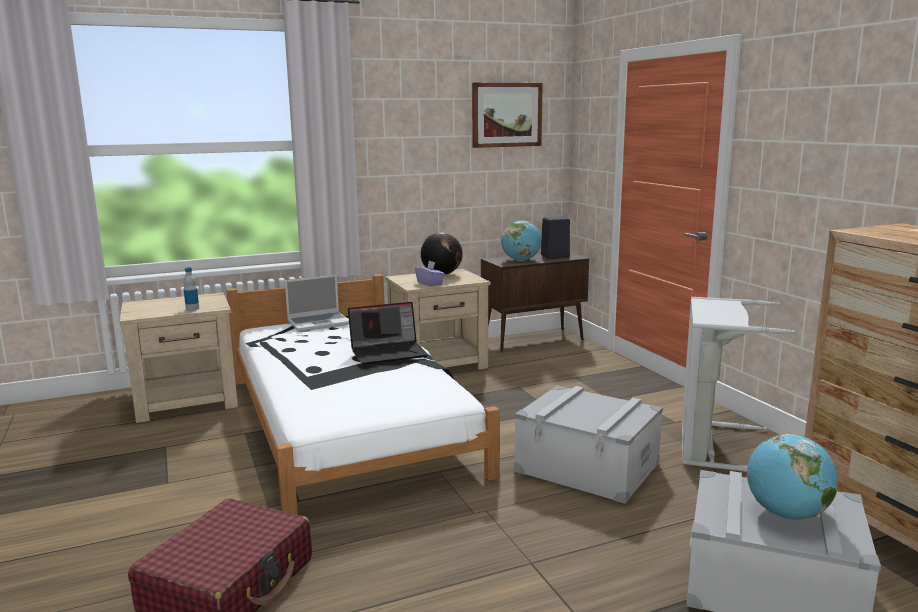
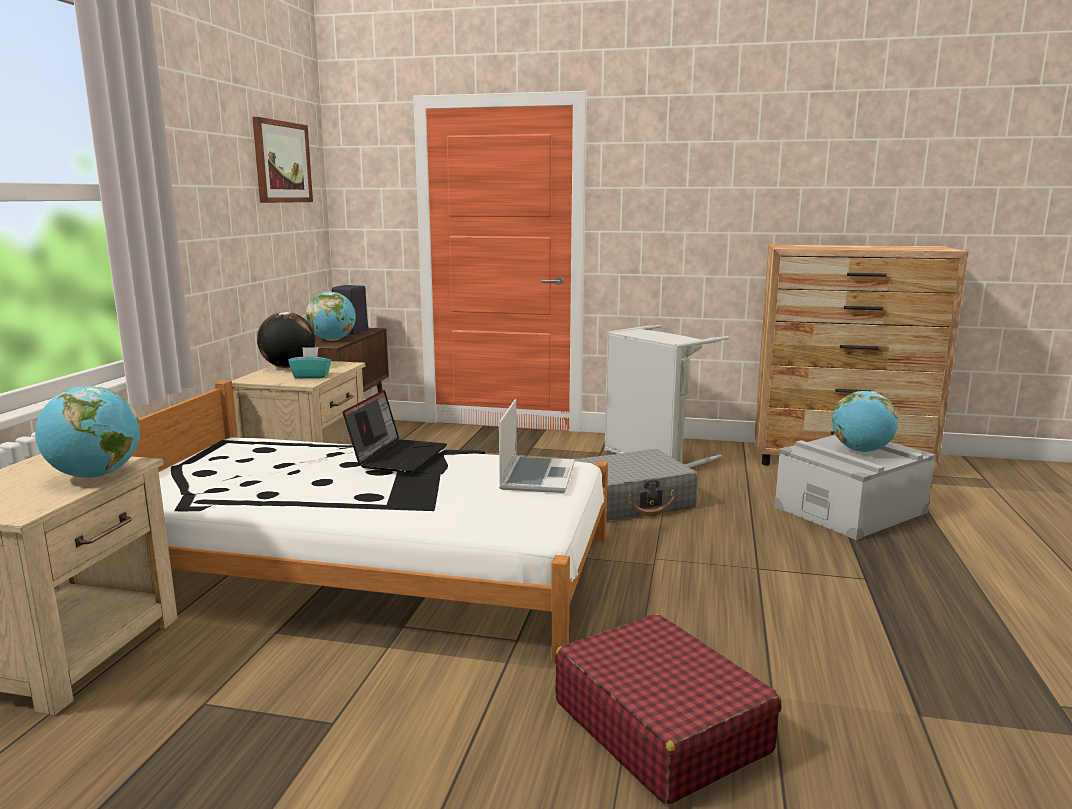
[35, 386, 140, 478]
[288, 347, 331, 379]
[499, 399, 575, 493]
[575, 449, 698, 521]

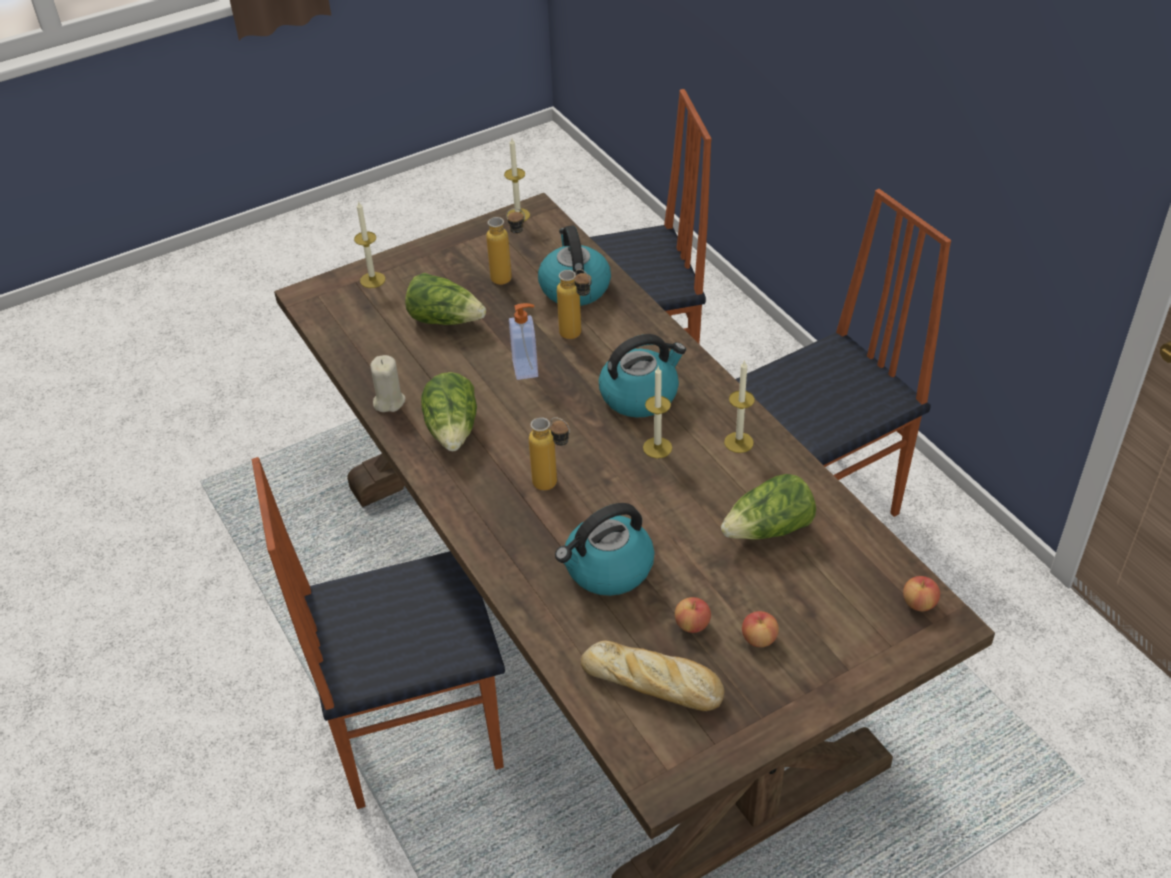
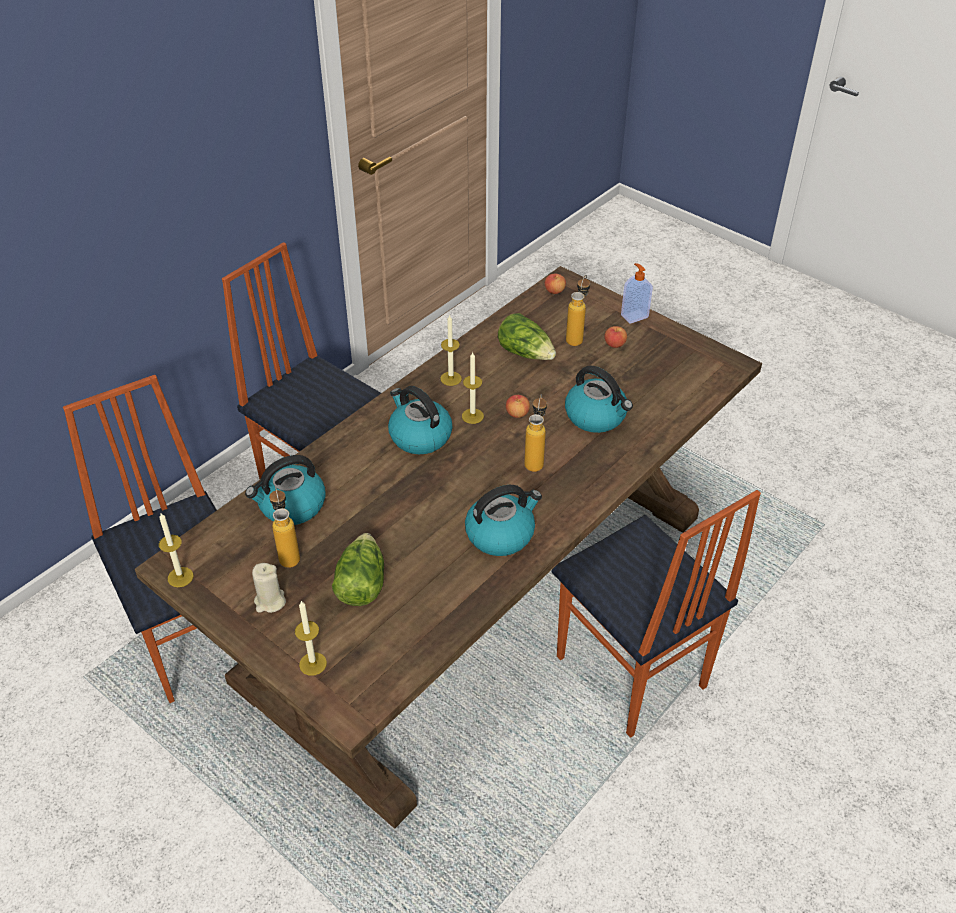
[252, 563, 286, 613]
[465, 485, 542, 556]
[506, 395, 530, 418]
[566, 275, 590, 346]
[621, 263, 653, 324]
[581, 640, 725, 711] (first image)

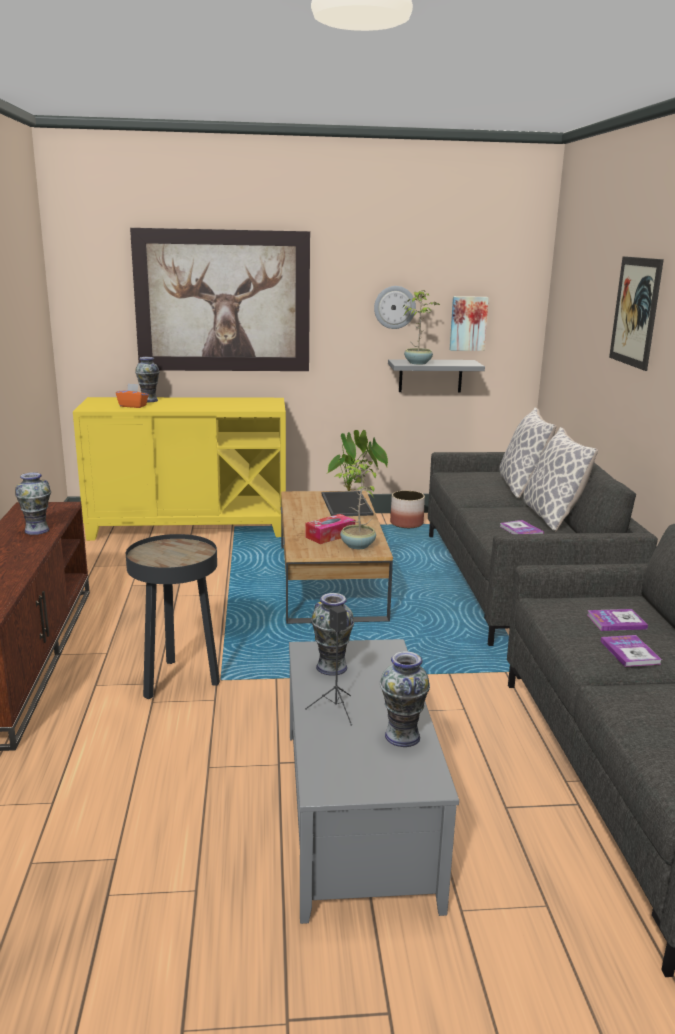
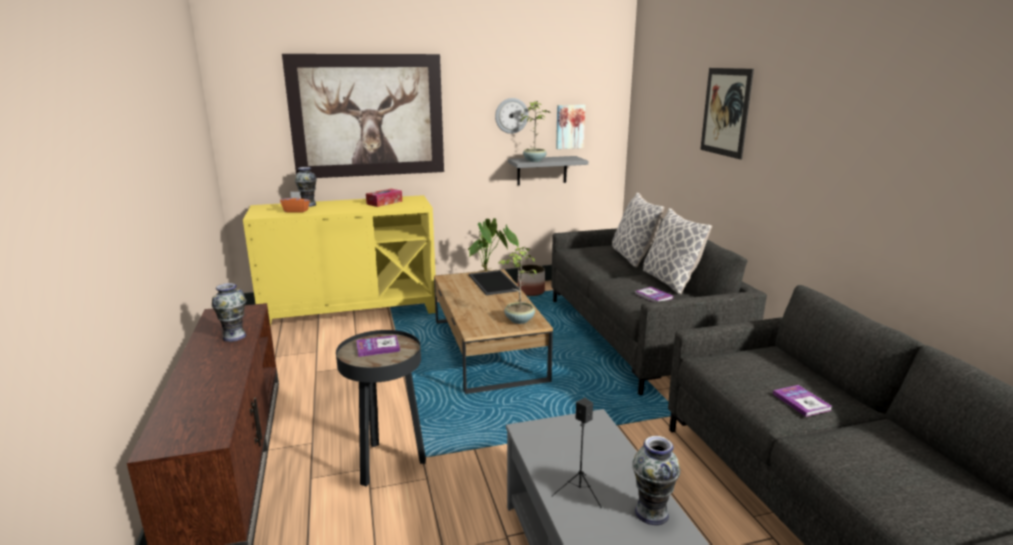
[356, 335, 400, 357]
[366, 189, 402, 207]
[311, 593, 354, 676] (first image)

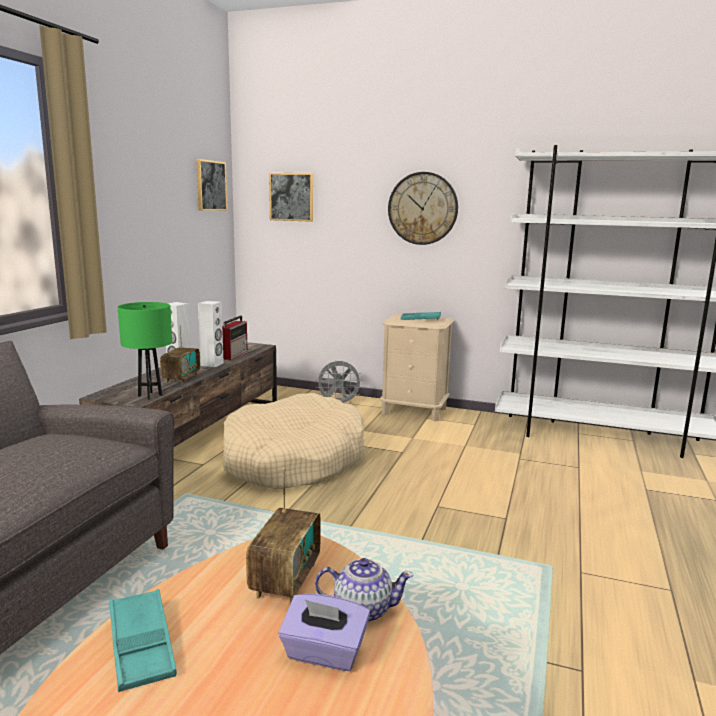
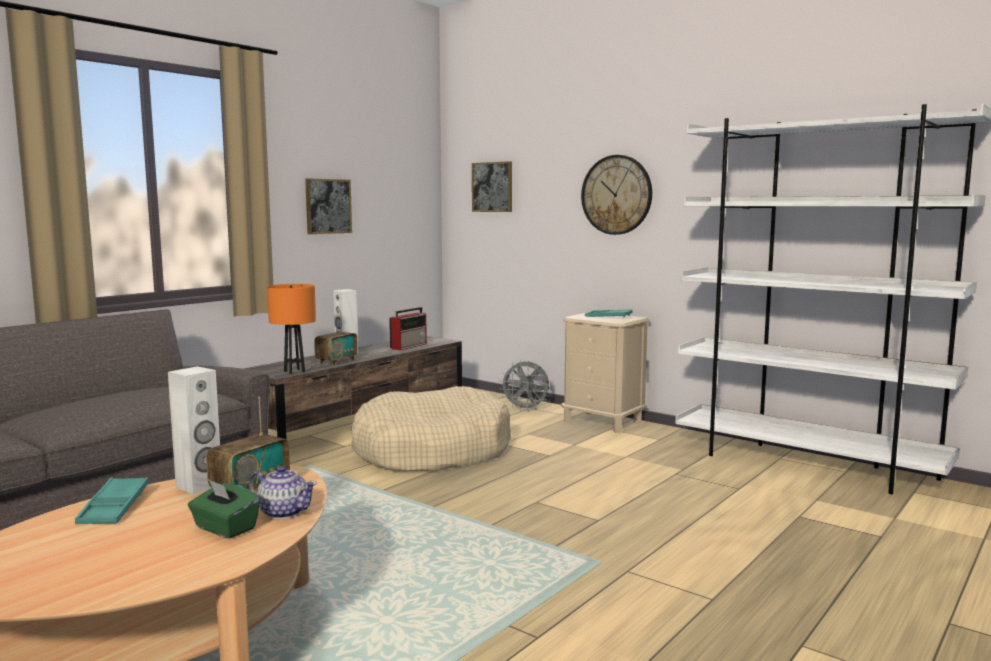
[168, 366, 220, 494]
[188, 480, 260, 539]
[267, 284, 316, 374]
[305, 178, 352, 234]

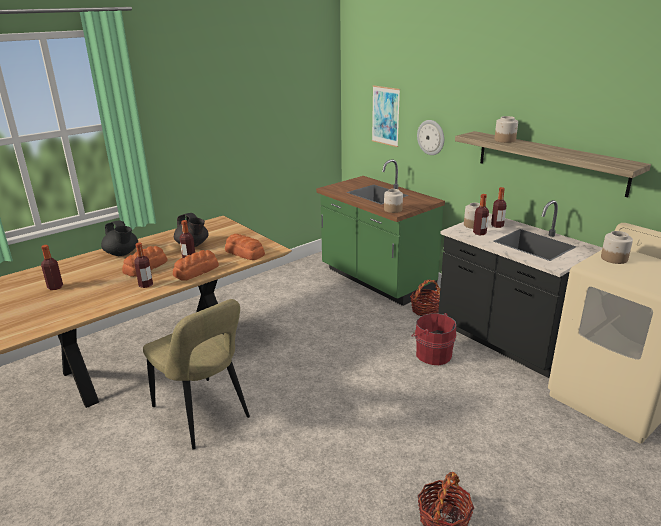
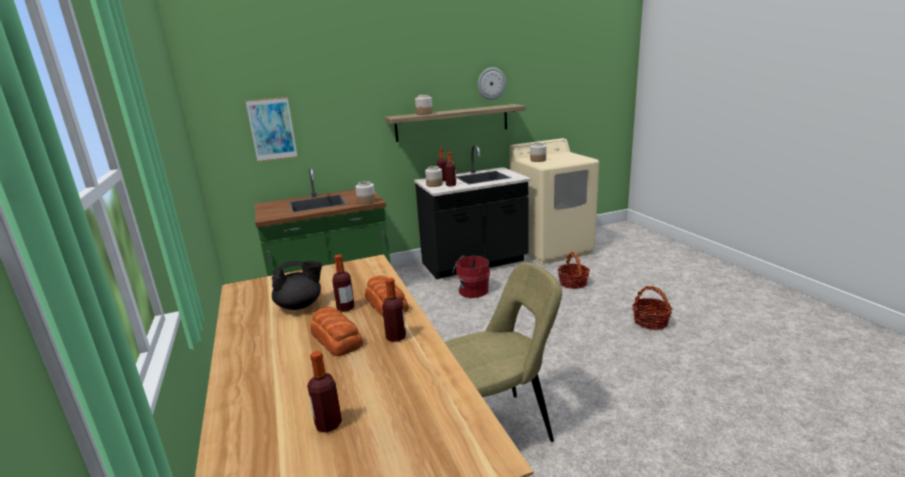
[478, 67, 506, 100]
[557, 252, 590, 289]
[101, 220, 138, 256] (first image)
[225, 234, 265, 260] (first image)

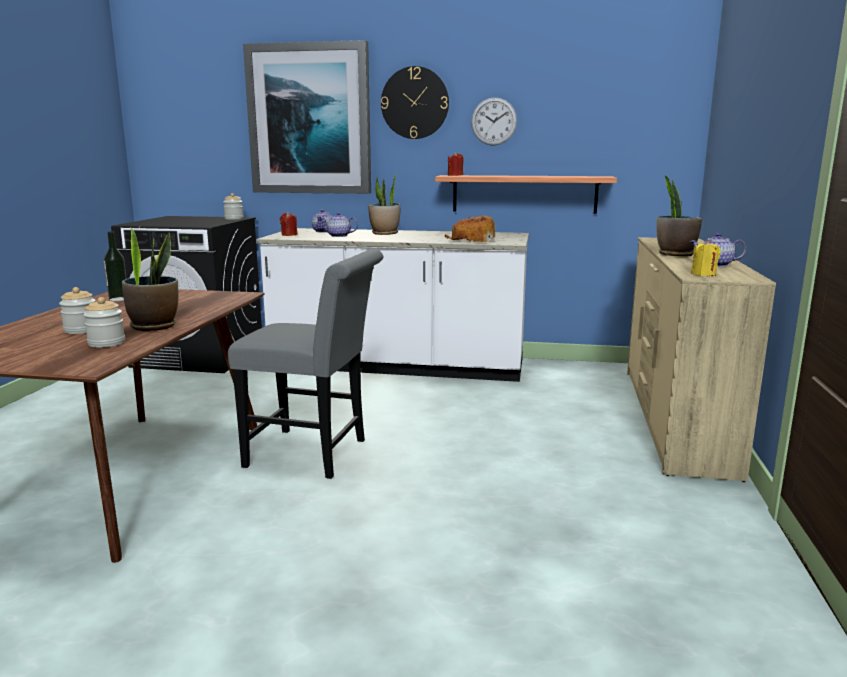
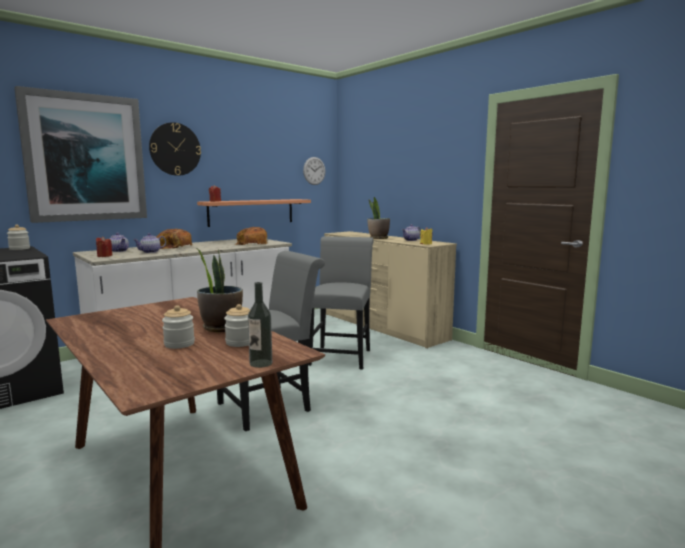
[156, 229, 193, 249]
[248, 282, 272, 368]
[303, 157, 326, 185]
[308, 236, 373, 370]

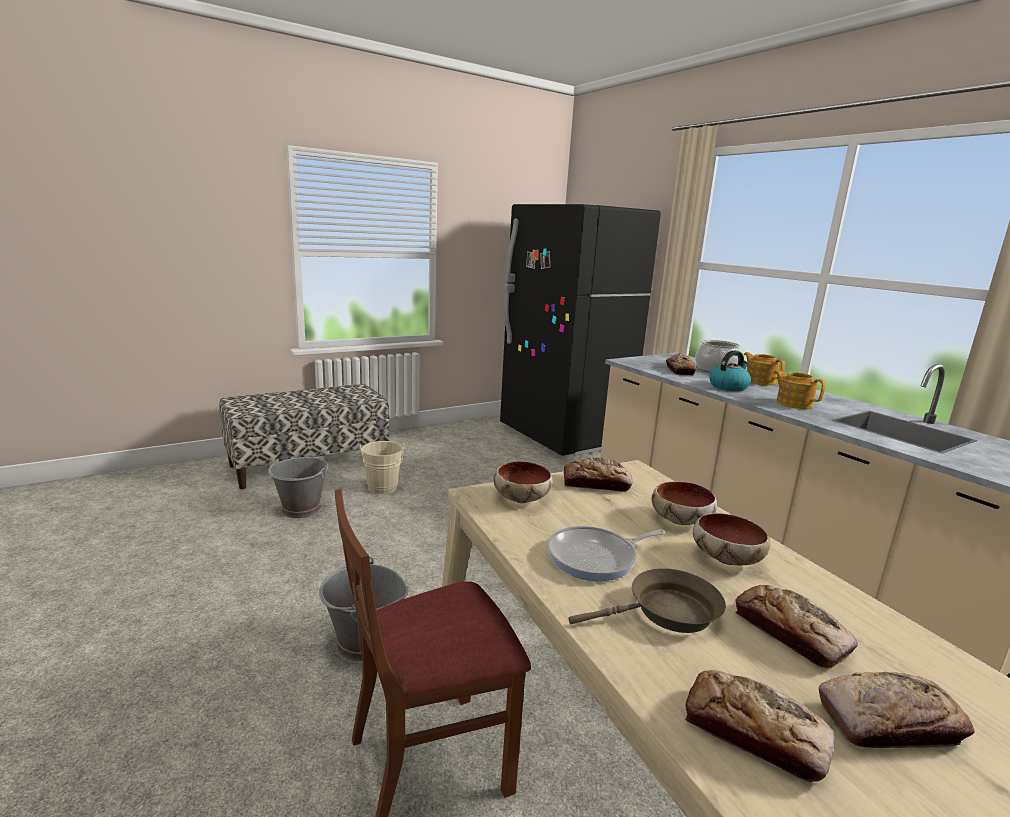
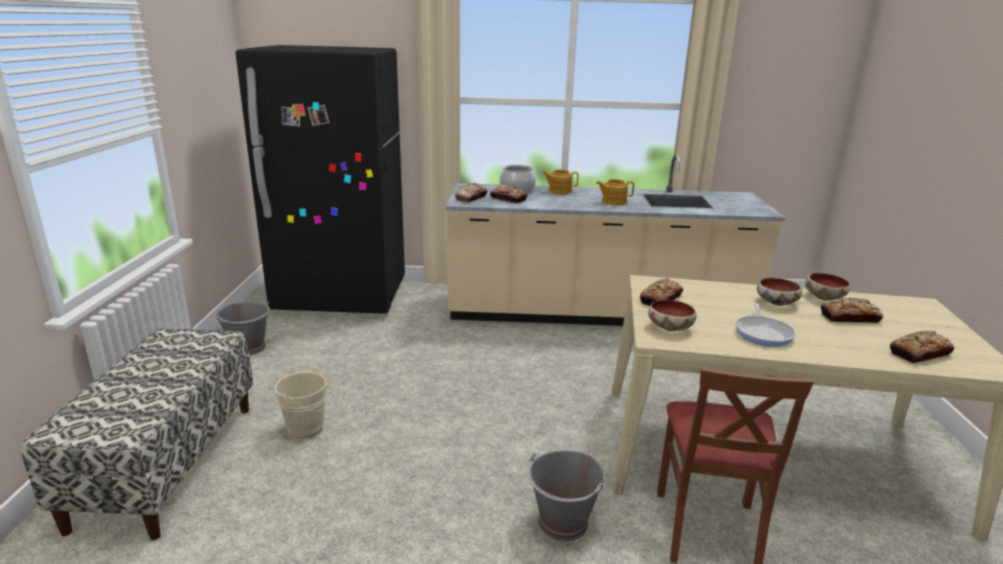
[216, 300, 270, 356]
[455, 183, 488, 202]
[805, 273, 850, 301]
[569, 568, 726, 633] (first image)
[709, 350, 751, 391] (first image)

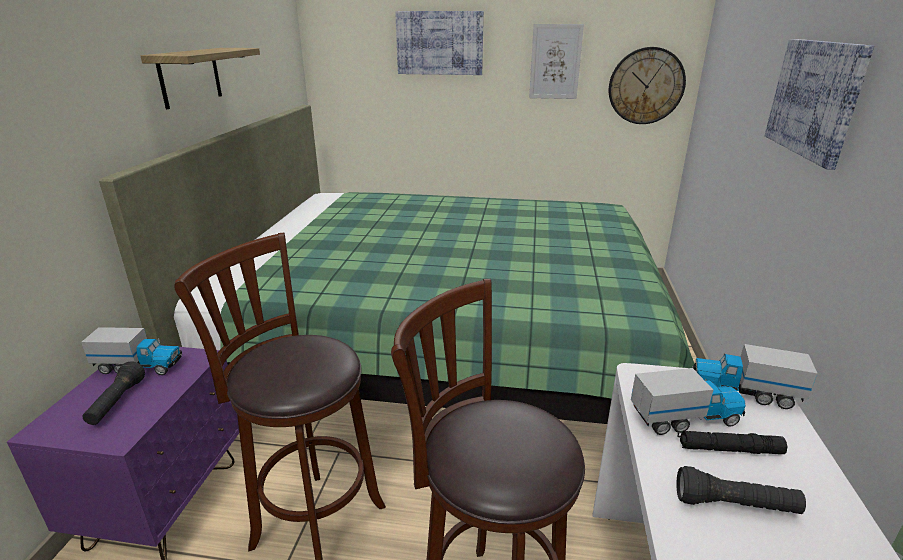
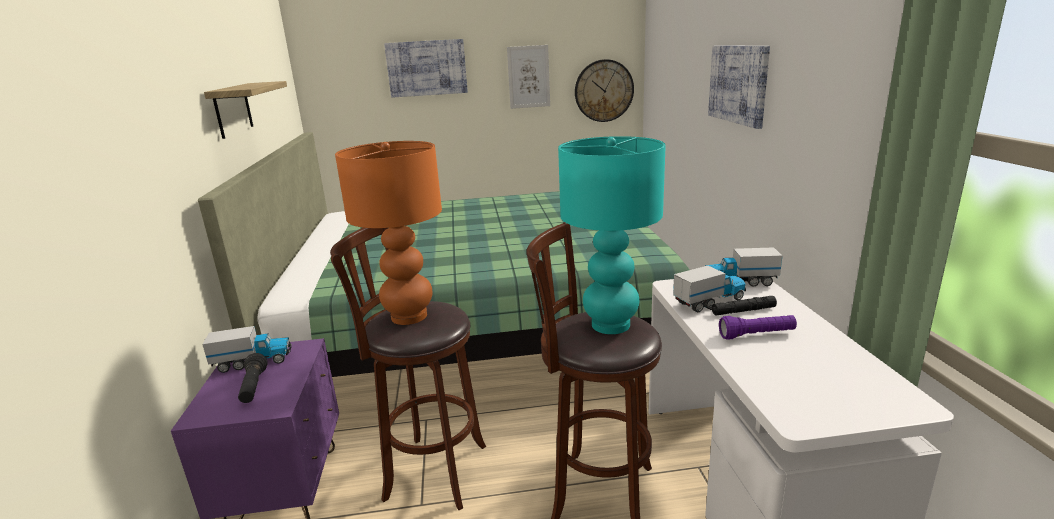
[335, 141, 442, 325]
[558, 136, 666, 334]
[719, 315, 797, 340]

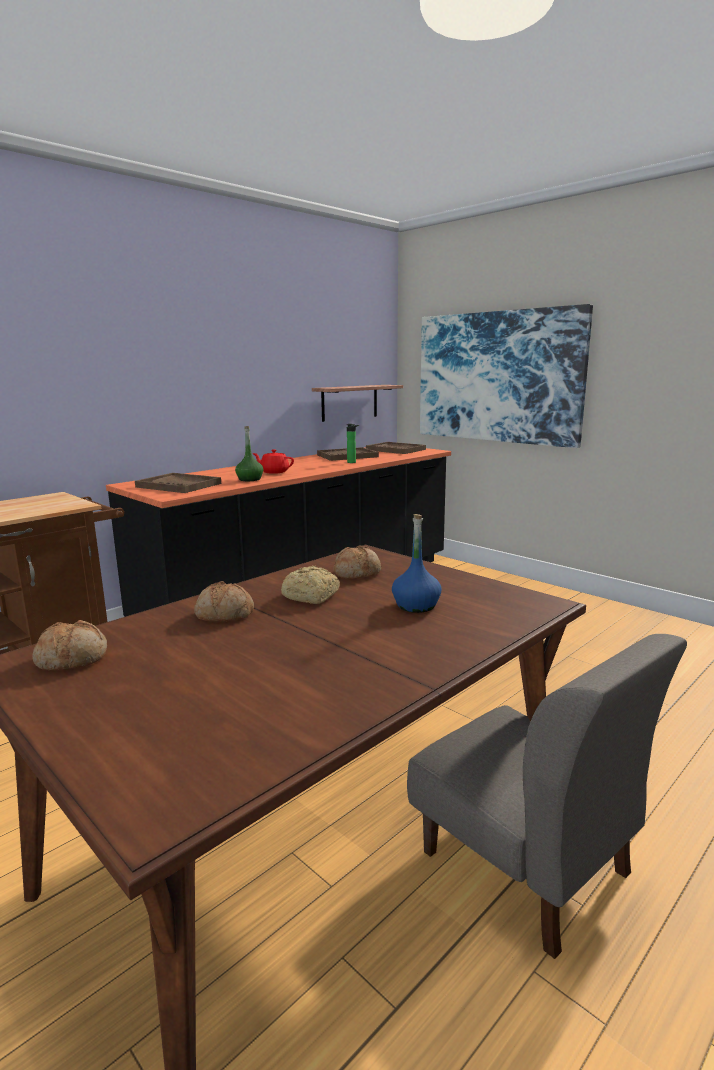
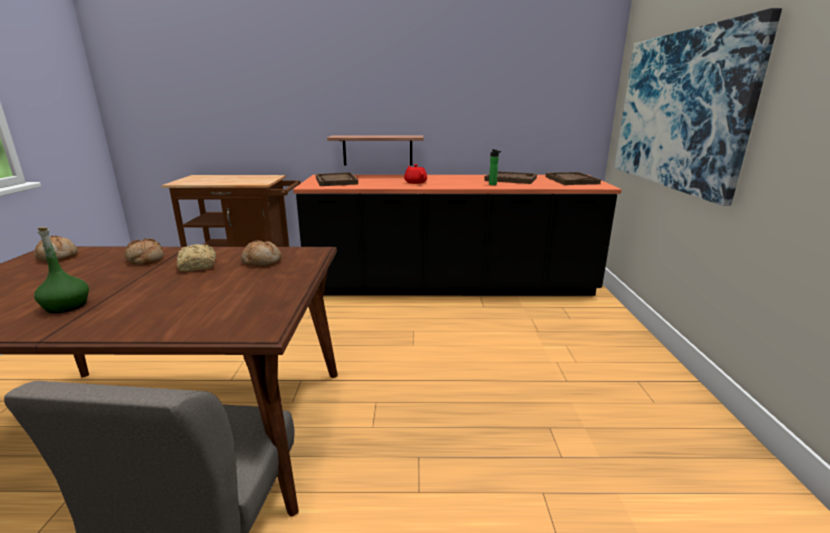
[34, 227, 89, 313]
[327, 136, 424, 166]
[392, 514, 441, 613] (first image)

